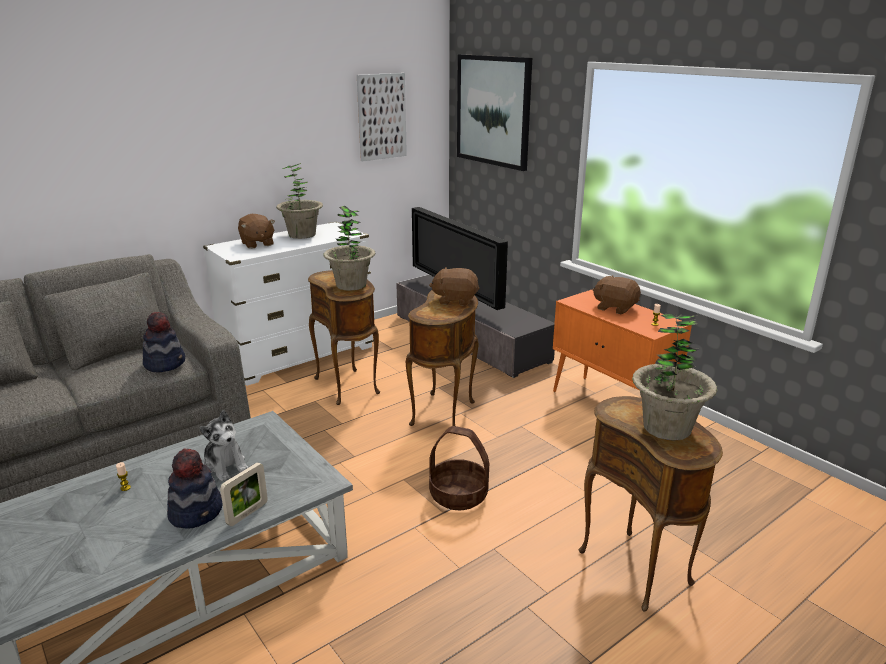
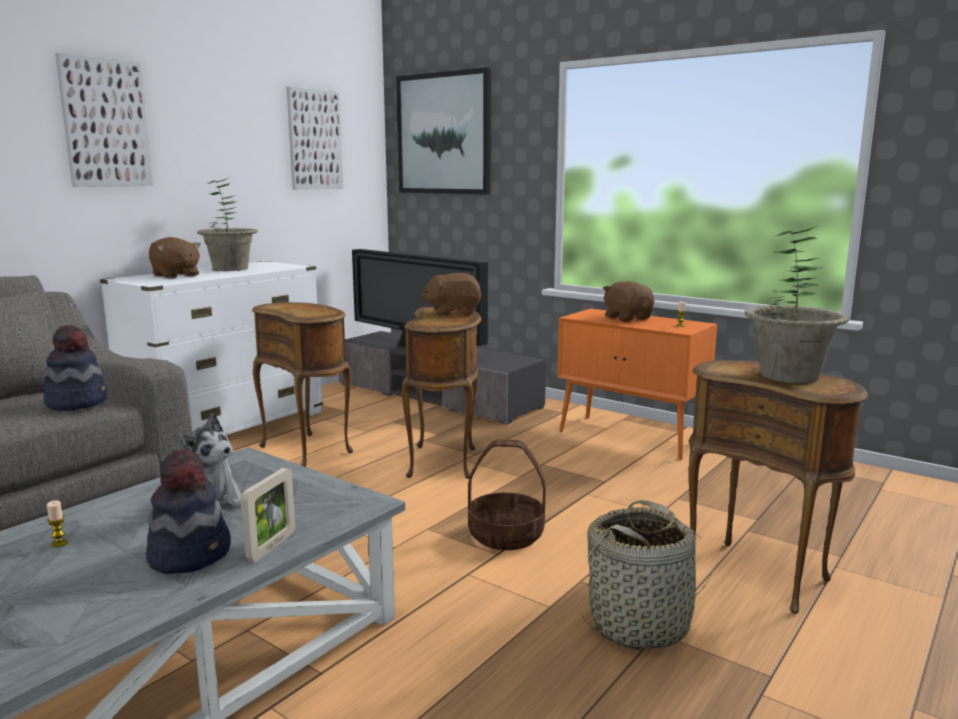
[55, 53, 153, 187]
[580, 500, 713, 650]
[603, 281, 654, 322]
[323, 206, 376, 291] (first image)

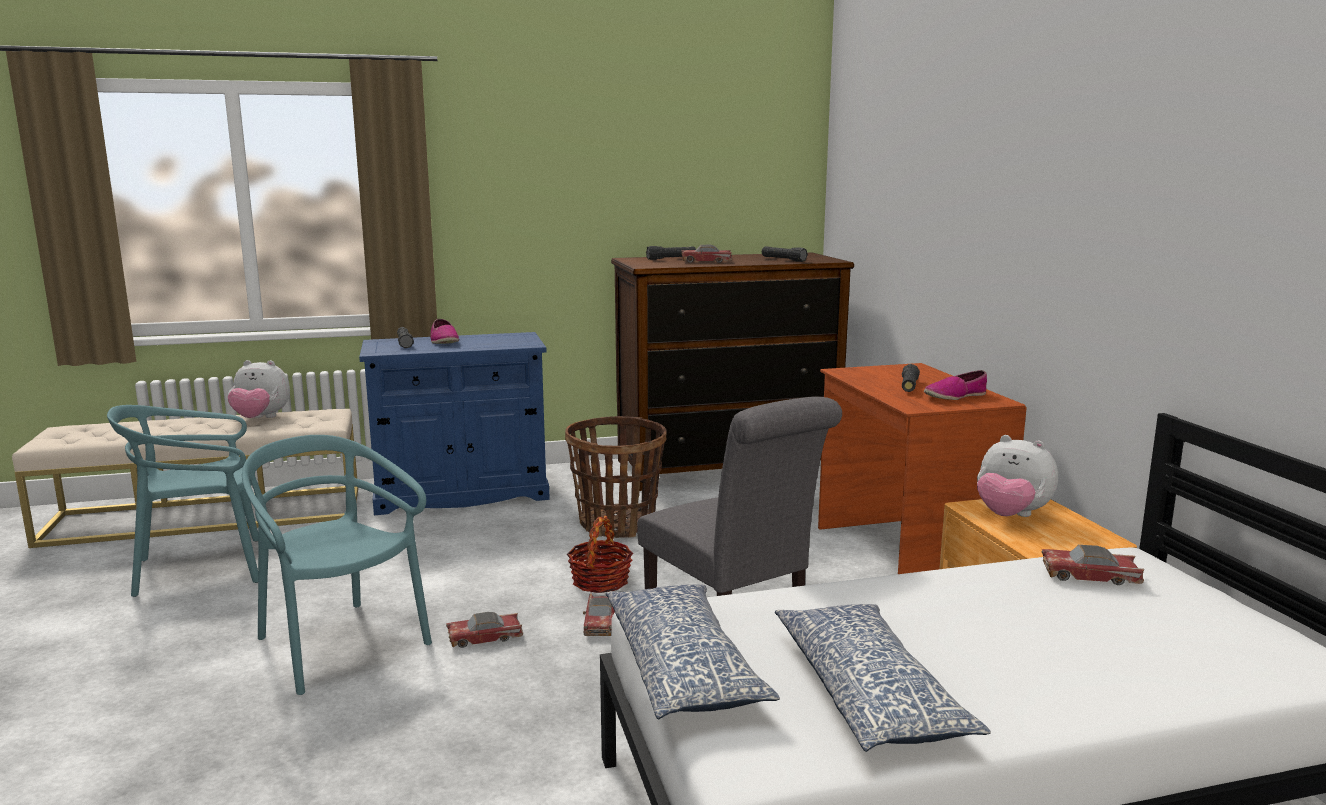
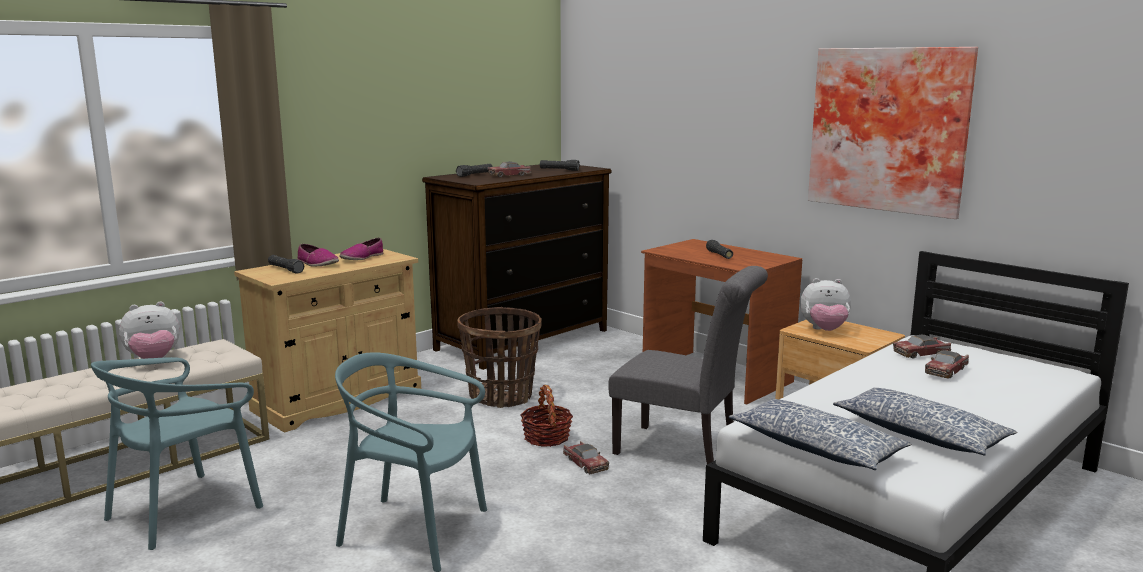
[234, 249, 421, 432]
[340, 238, 383, 260]
[808, 47, 978, 219]
[925, 350, 969, 378]

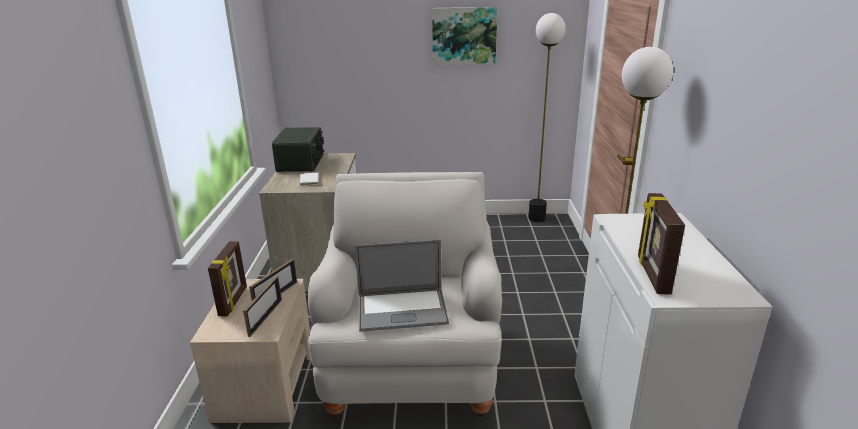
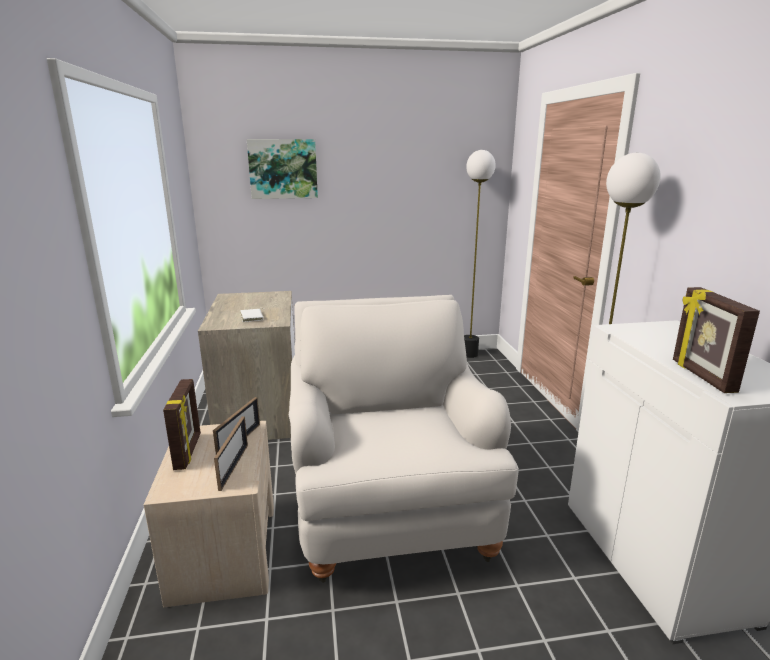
[247, 139, 318, 199]
[272, 127, 324, 172] (first image)
[355, 239, 449, 332] (first image)

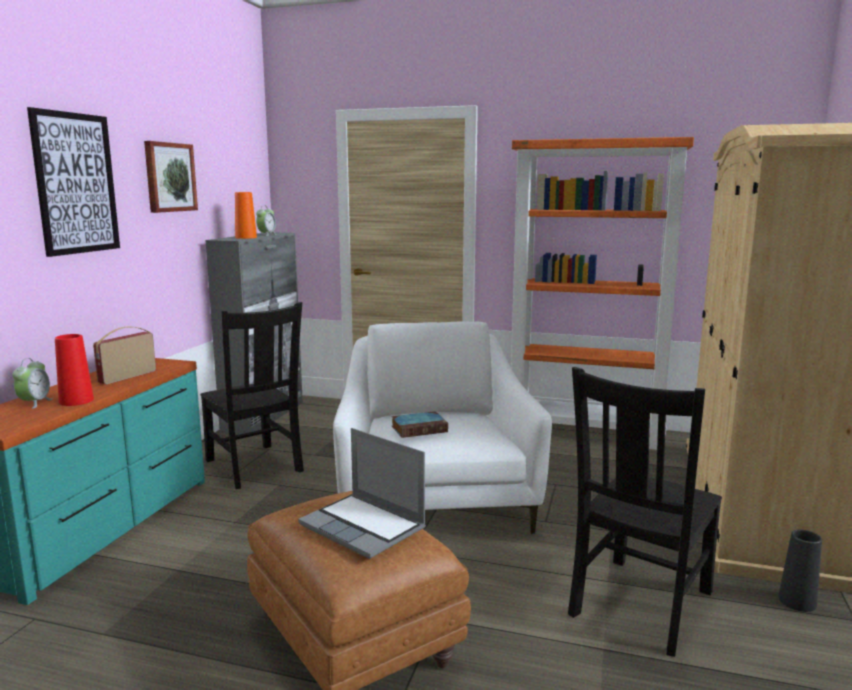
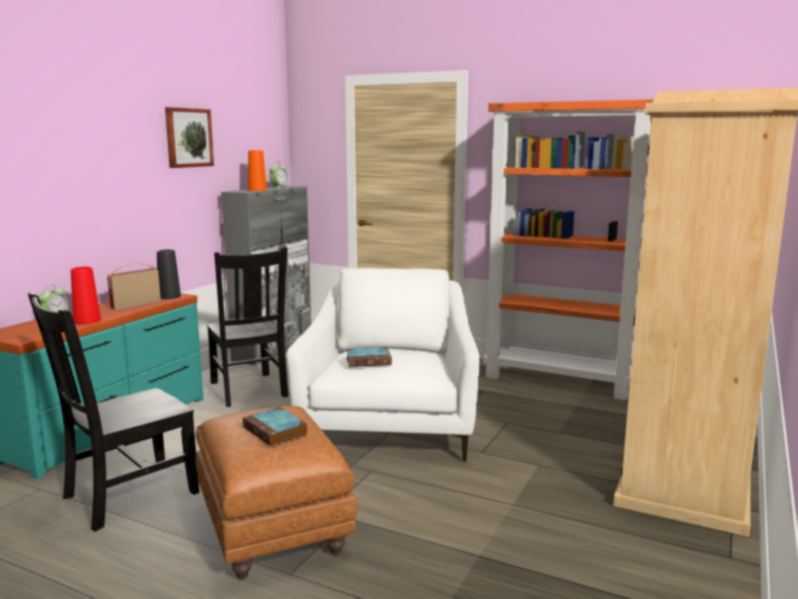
[28, 292, 199, 532]
[157, 249, 181, 299]
[243, 407, 308, 446]
[27, 107, 120, 257] (first image)

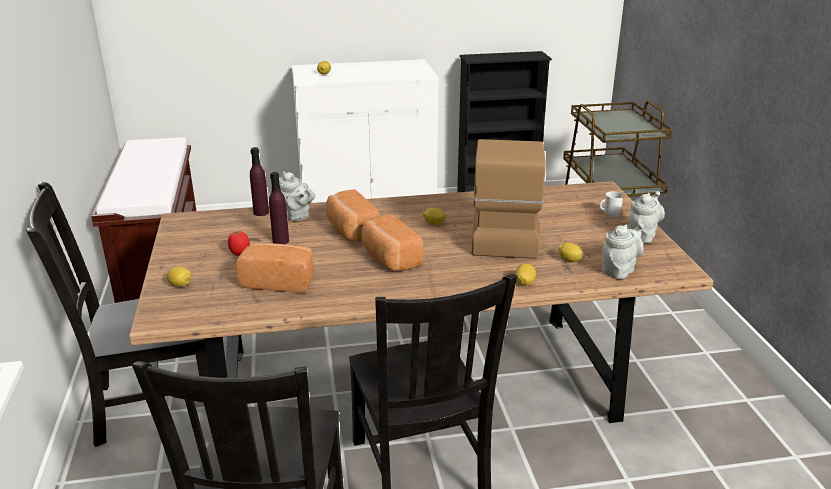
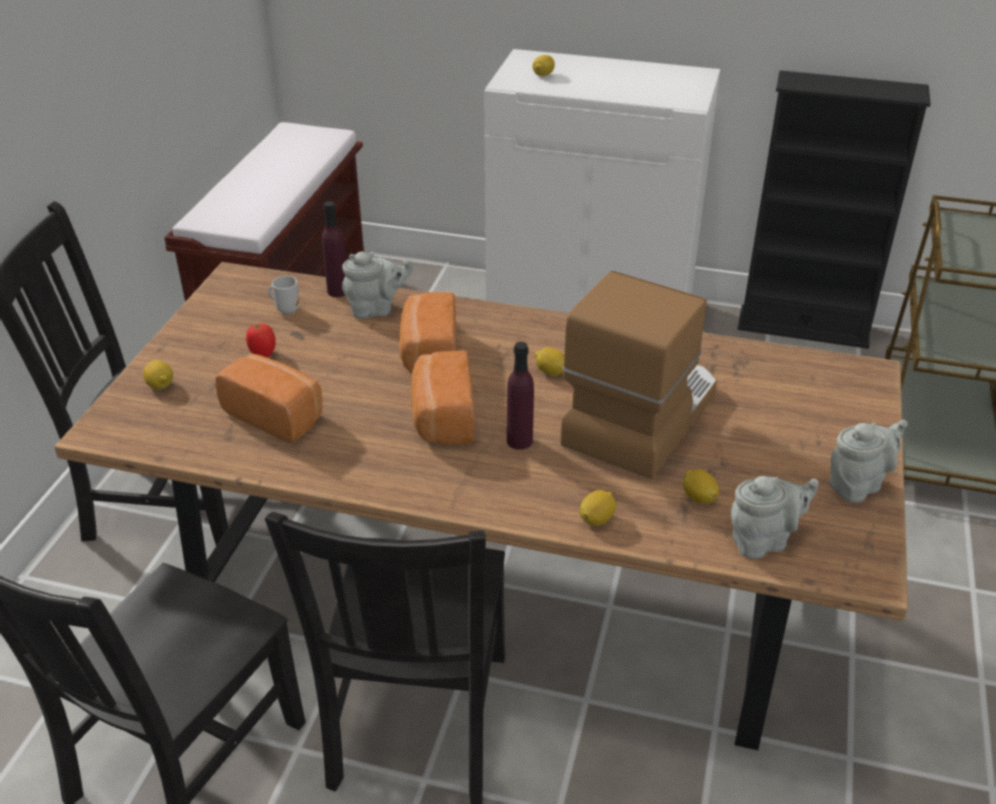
[268, 276, 300, 314]
[342, 252, 413, 319]
[507, 342, 534, 450]

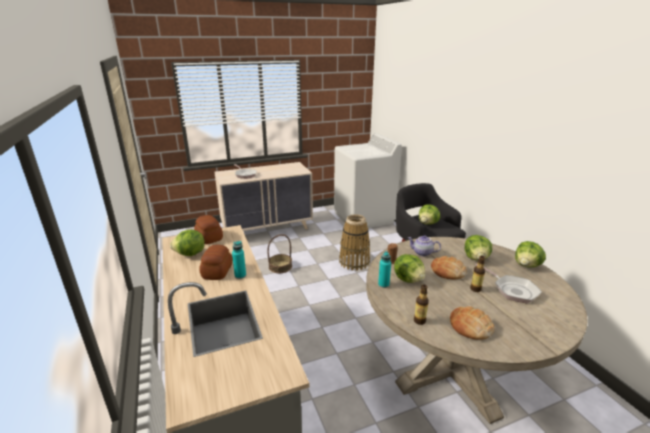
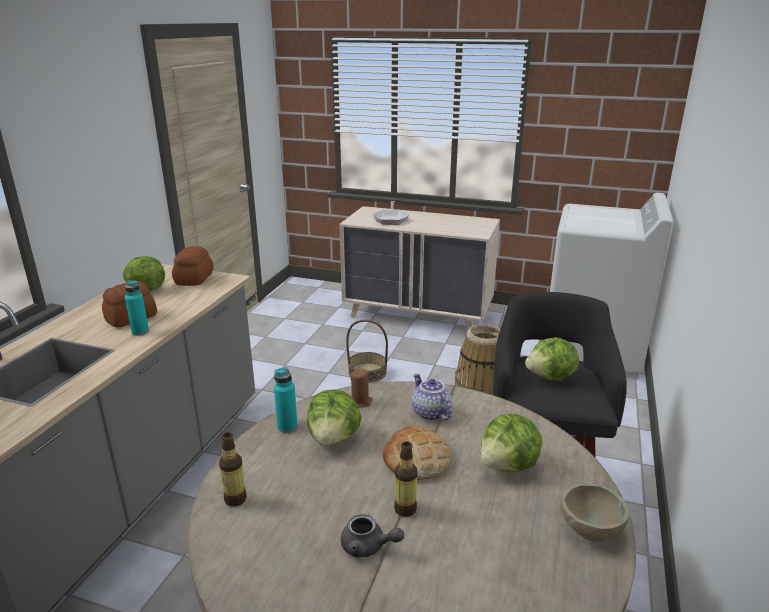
[341, 514, 404, 558]
[560, 483, 629, 541]
[450, 306, 494, 340] (first image)
[475, 263, 542, 304] (first image)

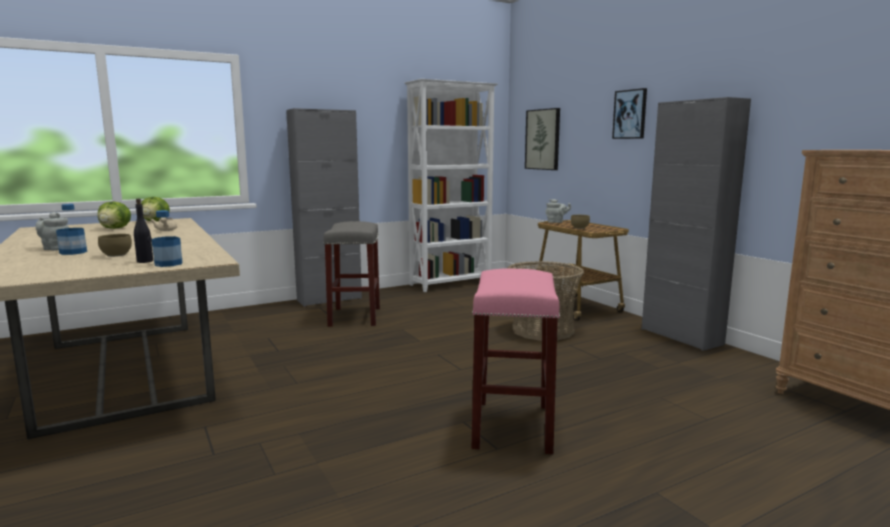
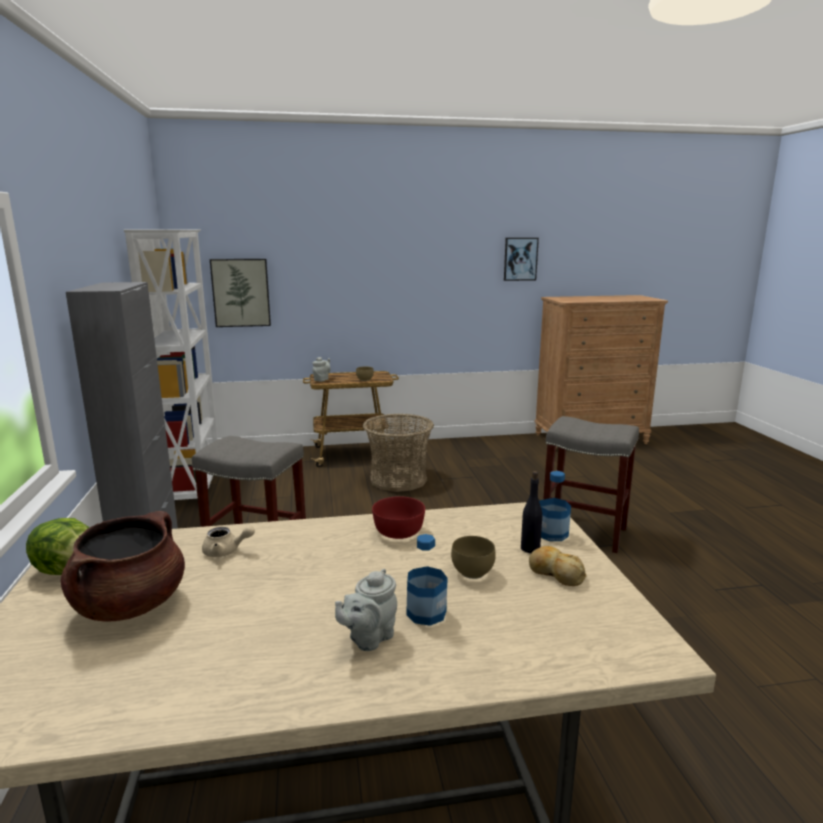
[61, 511, 185, 622]
[372, 496, 425, 539]
[504, 238, 539, 281]
[529, 546, 587, 586]
[543, 416, 639, 553]
[642, 97, 751, 351] (first image)

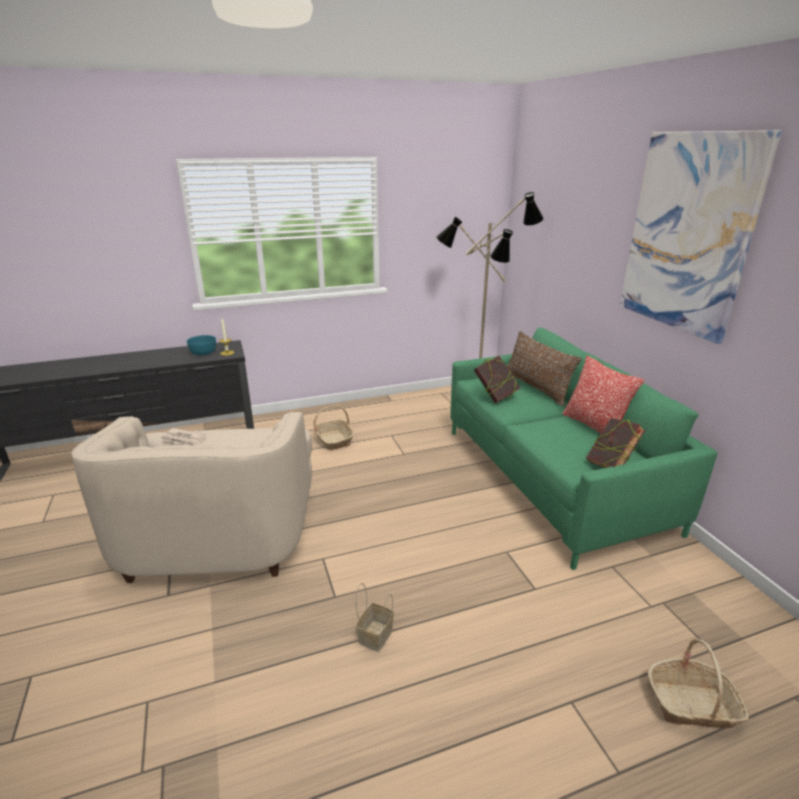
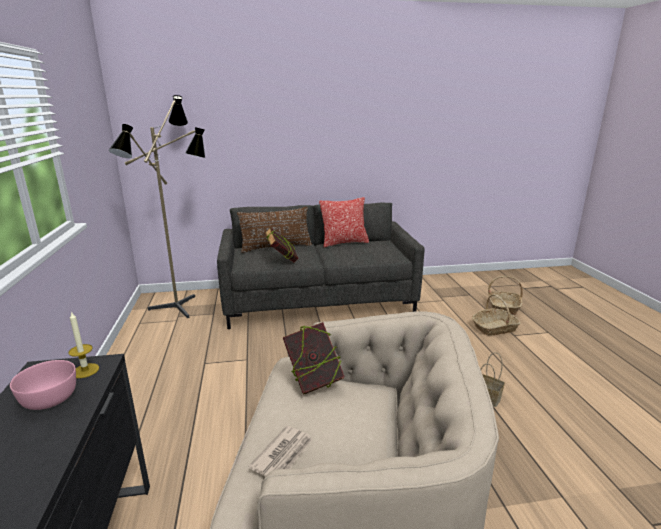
[10, 360, 76, 410]
[217, 203, 425, 329]
[283, 322, 345, 395]
[472, 294, 521, 336]
[620, 130, 782, 344] (first image)

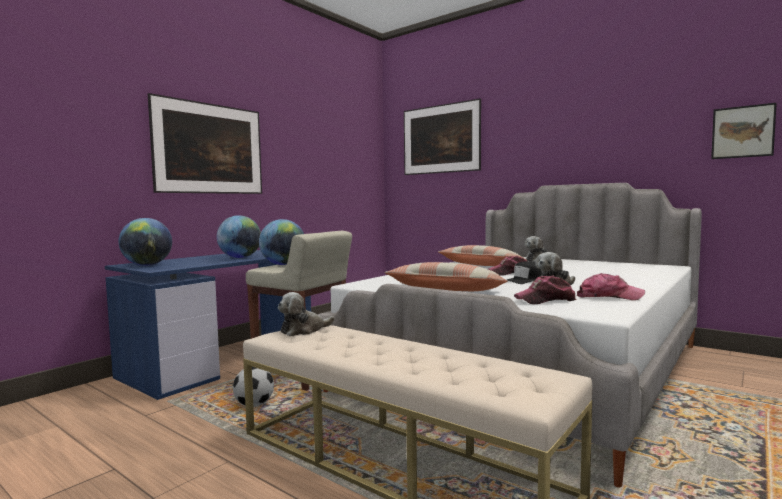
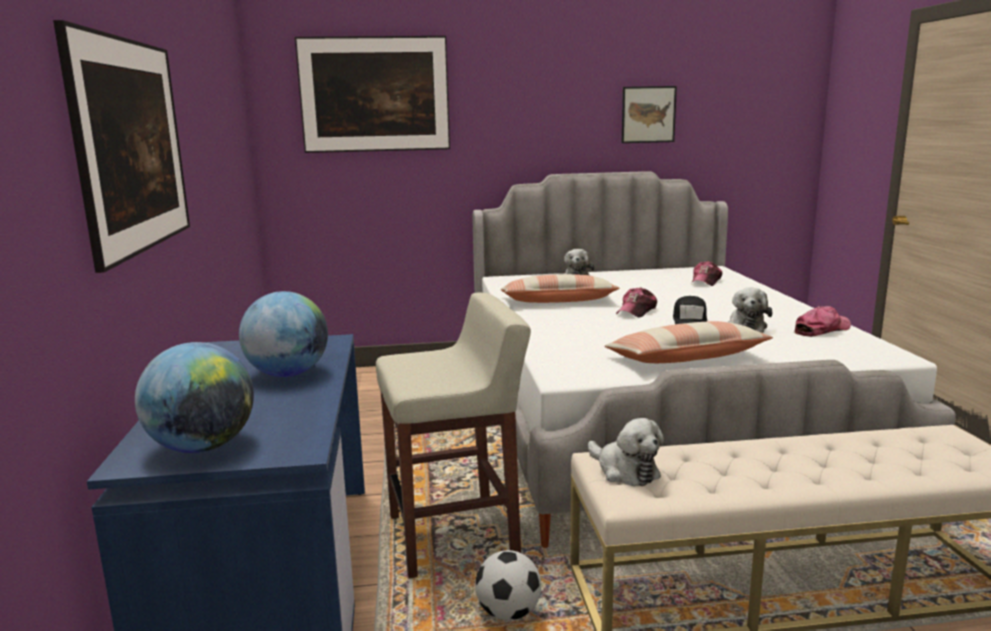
[588, 418, 664, 486]
[622, 86, 677, 143]
[691, 261, 722, 286]
[259, 219, 304, 265] (first image)

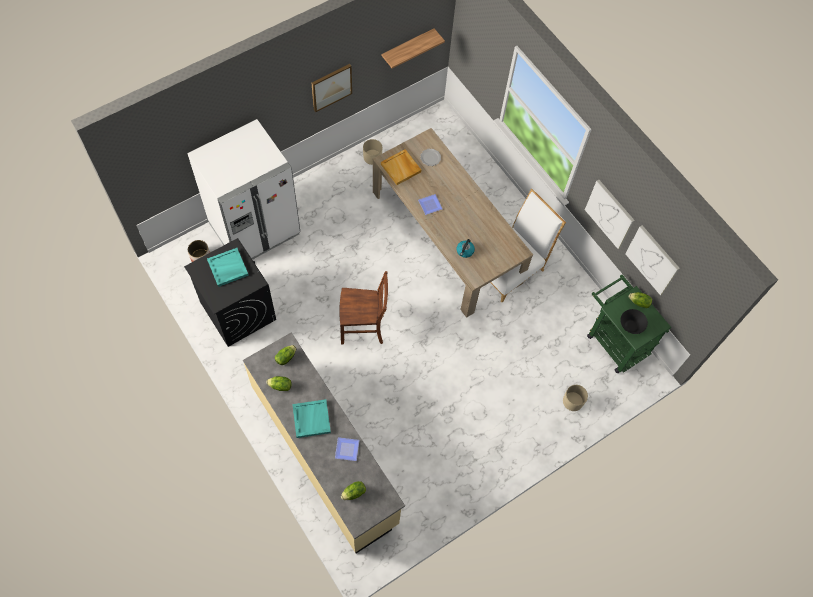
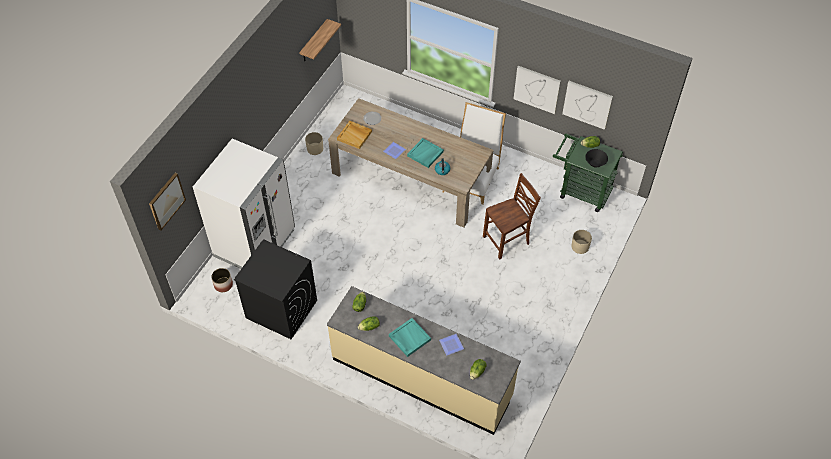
[149, 173, 186, 230]
[407, 138, 444, 168]
[483, 173, 541, 260]

